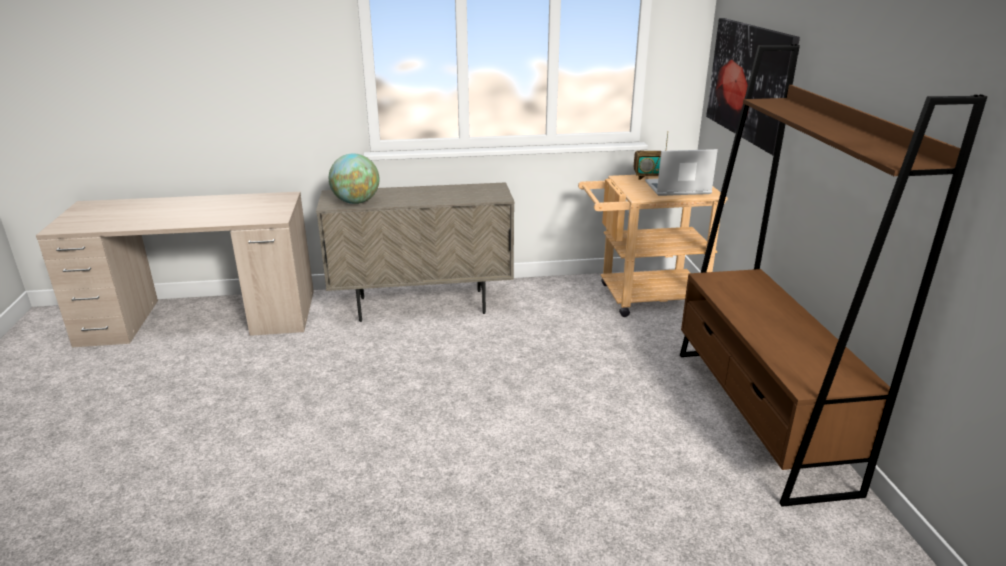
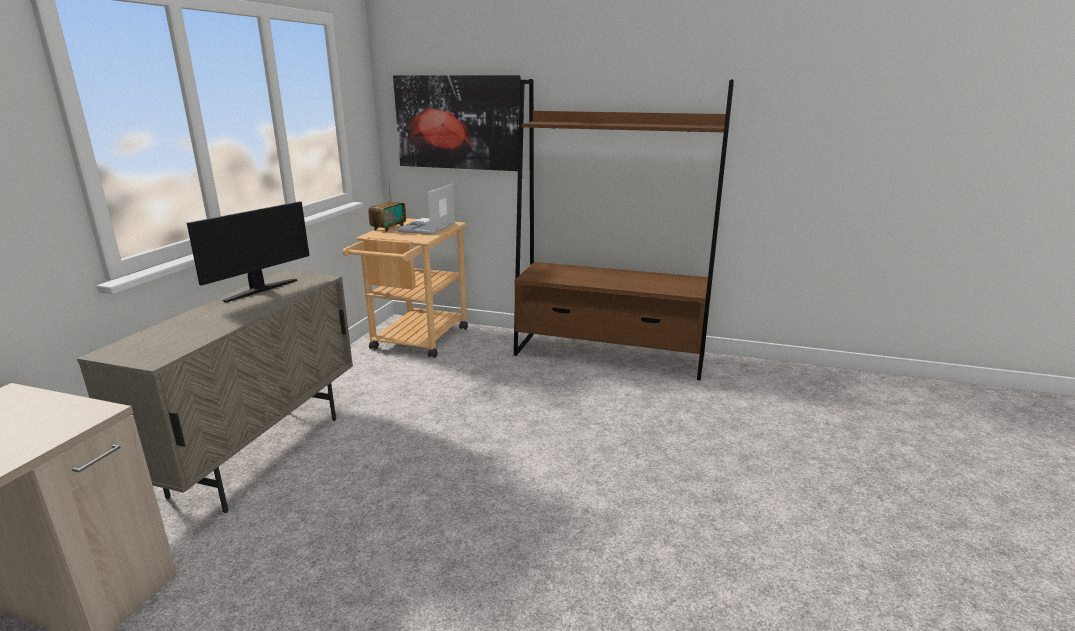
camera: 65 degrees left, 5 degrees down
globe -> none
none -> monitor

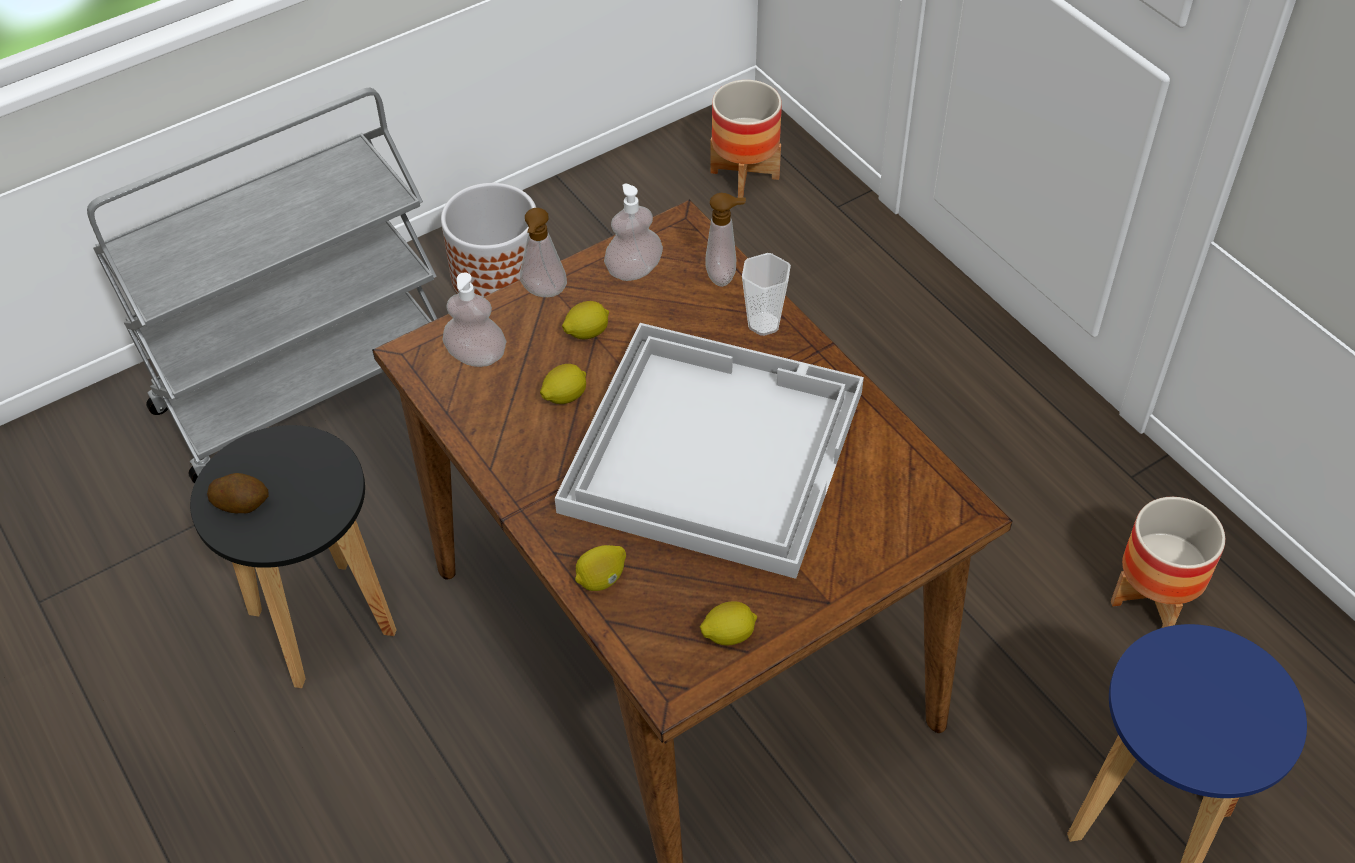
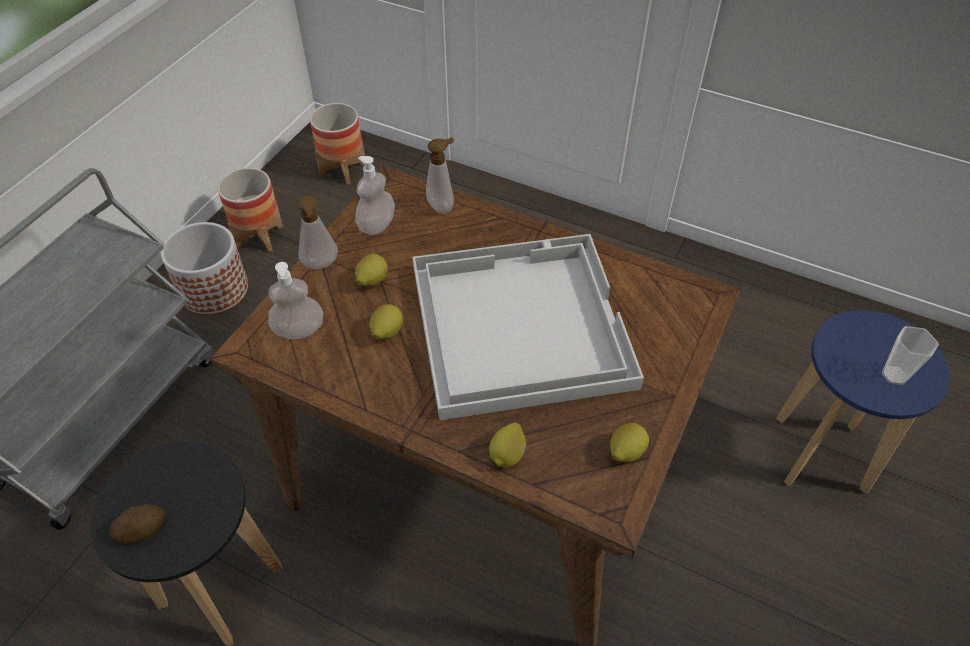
camera: 30 degrees left, 0 degrees up
cup, shifted
planter (no. 3 from left in the first image) -> planter (no. 2 from left), shifted

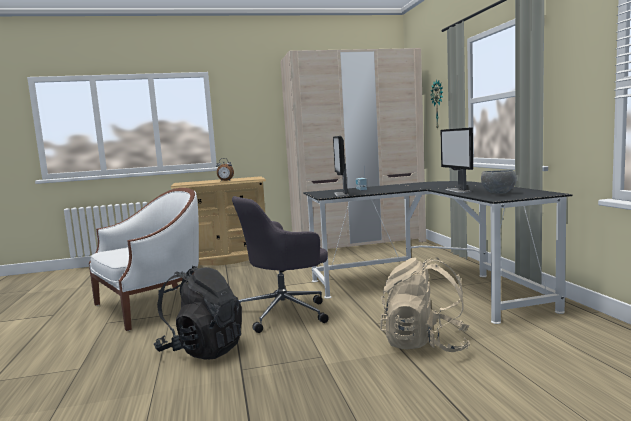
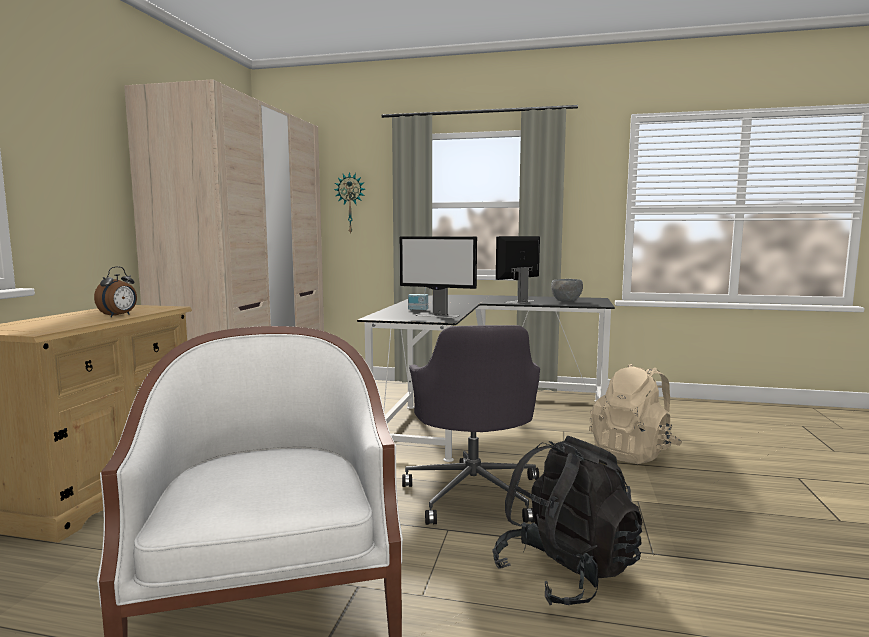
camera: 65 degrees left, 0 degrees up
monitor (no. 2 from left), 120 degrees clockwise

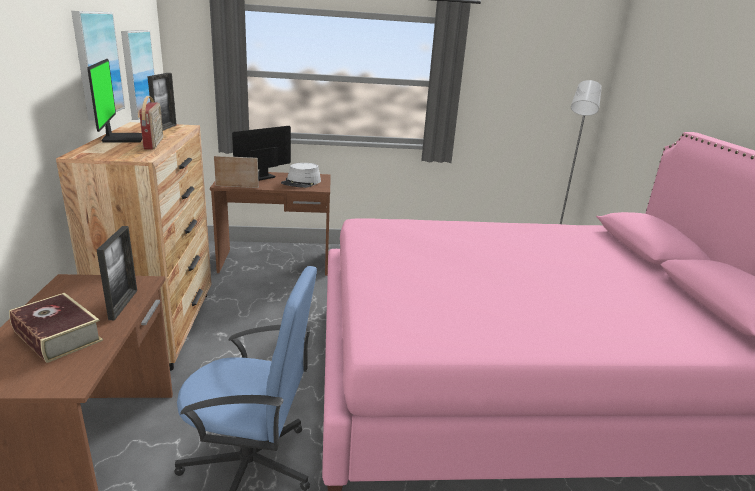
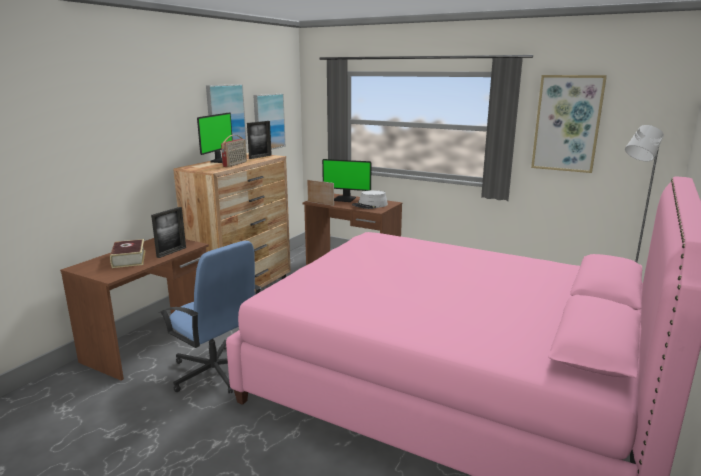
camera: 35 degrees right, 5 degrees down
monitor (no. 2 from left), 150 degrees counterclockwise
none -> picture (no. 3 from left)

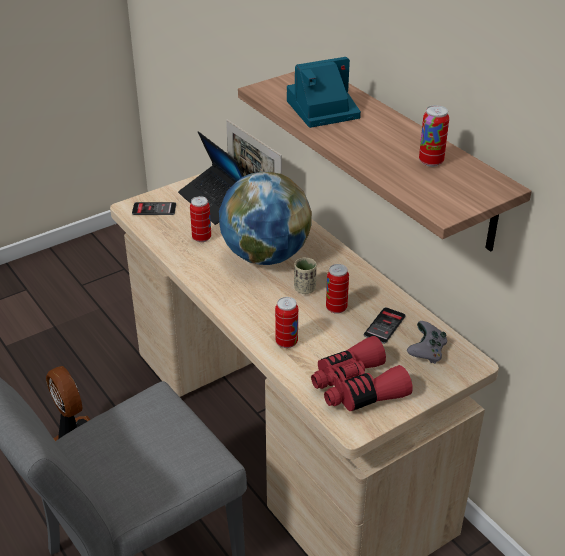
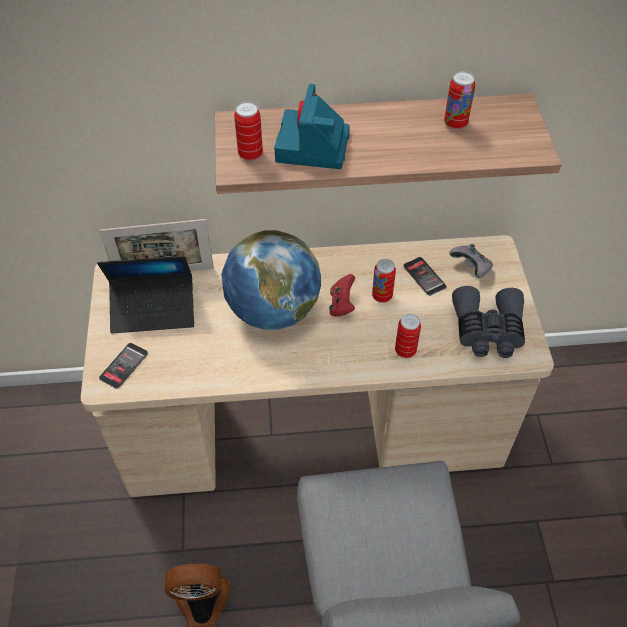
camera: 60 degrees left, 15 degrees up
can (no. 1 from left), shifted
beige cup -> red game controller
red binoculars -> grey binoculars

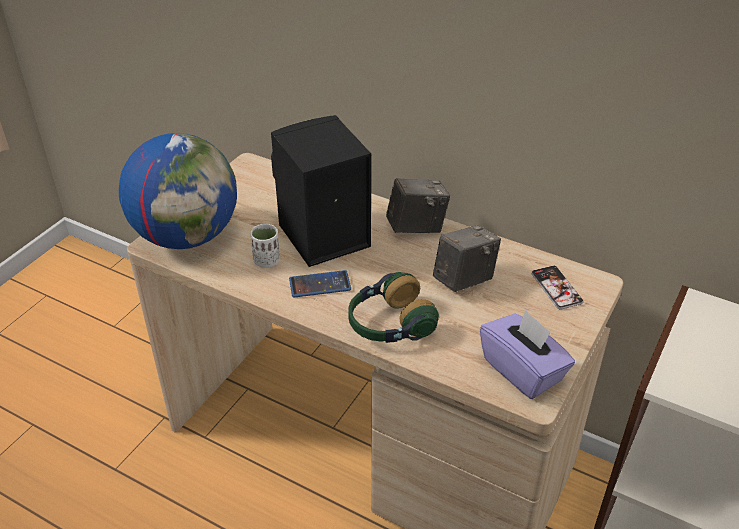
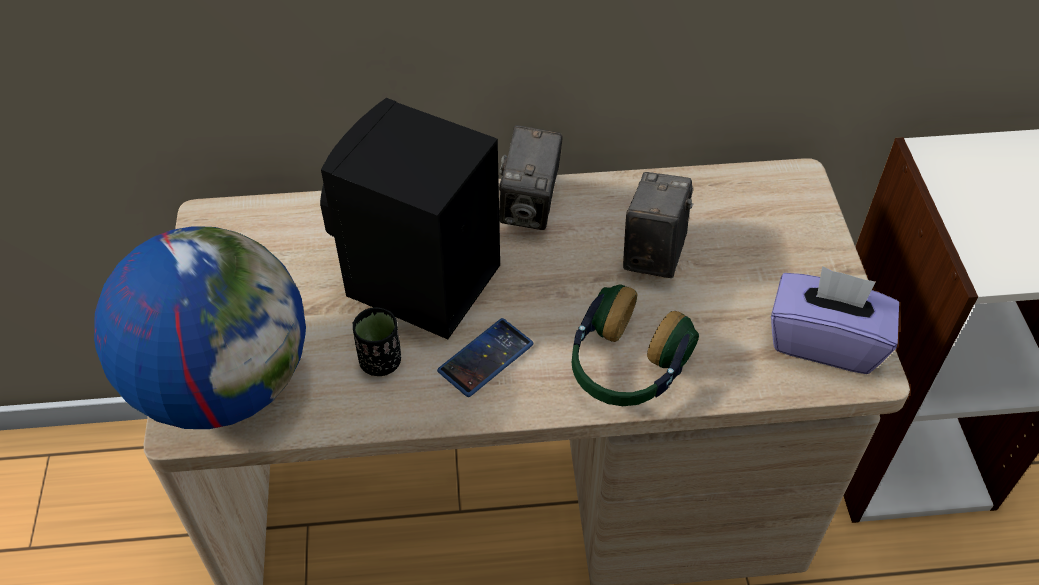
camera: 35 degrees left, 10 degrees up
photo camera (no. 1 from left), 150 degrees clockwise
white cup -> black cup
phone (no. 2 from left) -> none

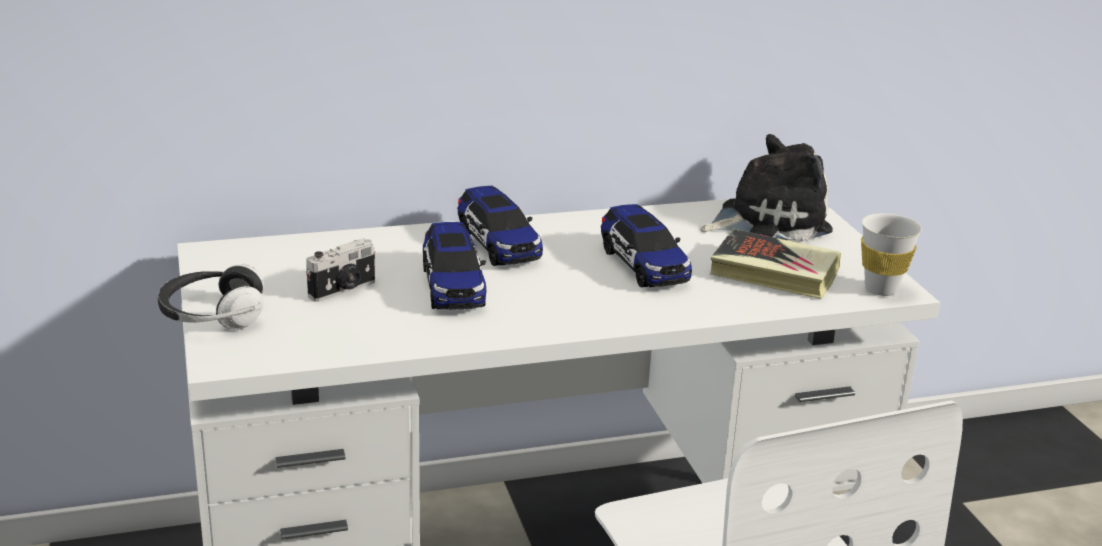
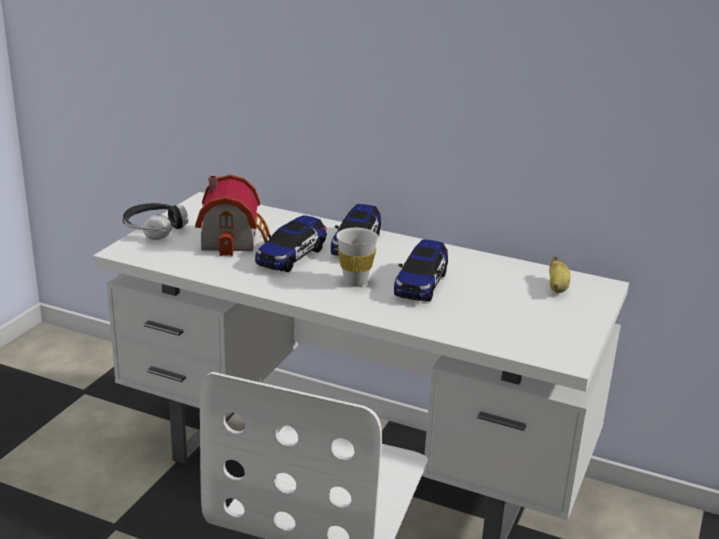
camera: 40 degrees right, 0 degrees up
plush toy -> banana
white cup, shifted
book -> none
photo camera -> toy house

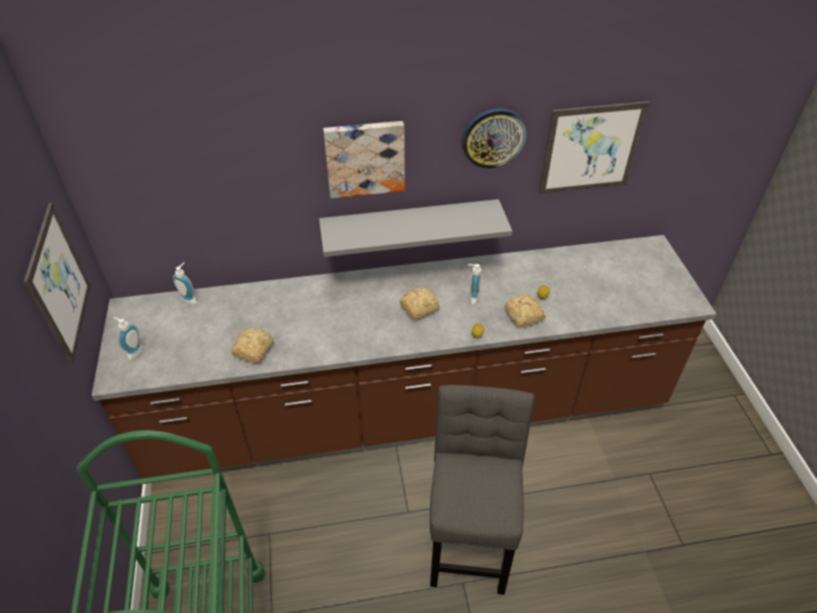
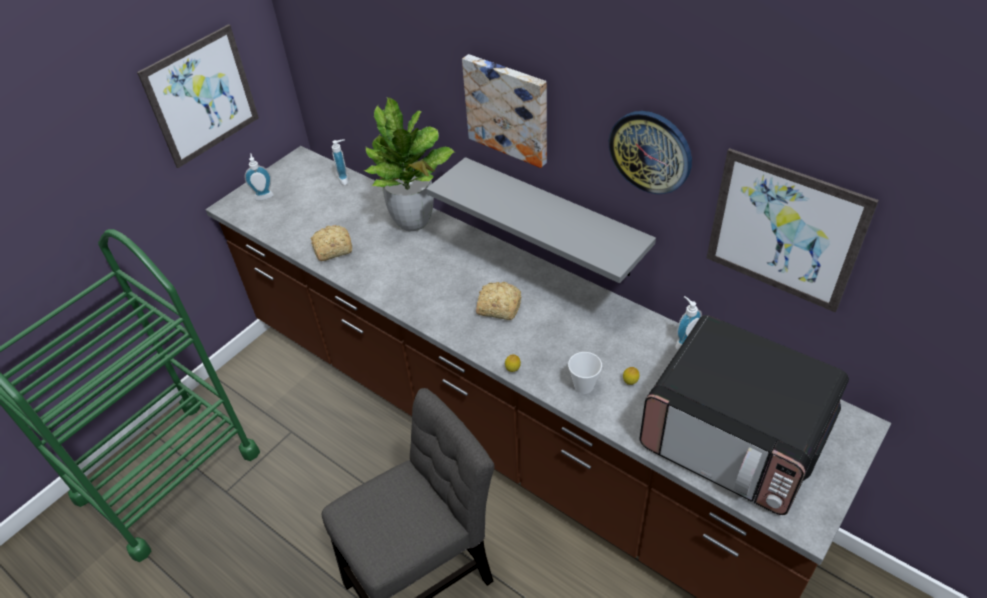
camera: 50 degrees right, 0 degrees up
soap dispenser (no. 3 from left), shifted
bread (no. 3 from left) -> cup
none -> potted plant
none -> microwave

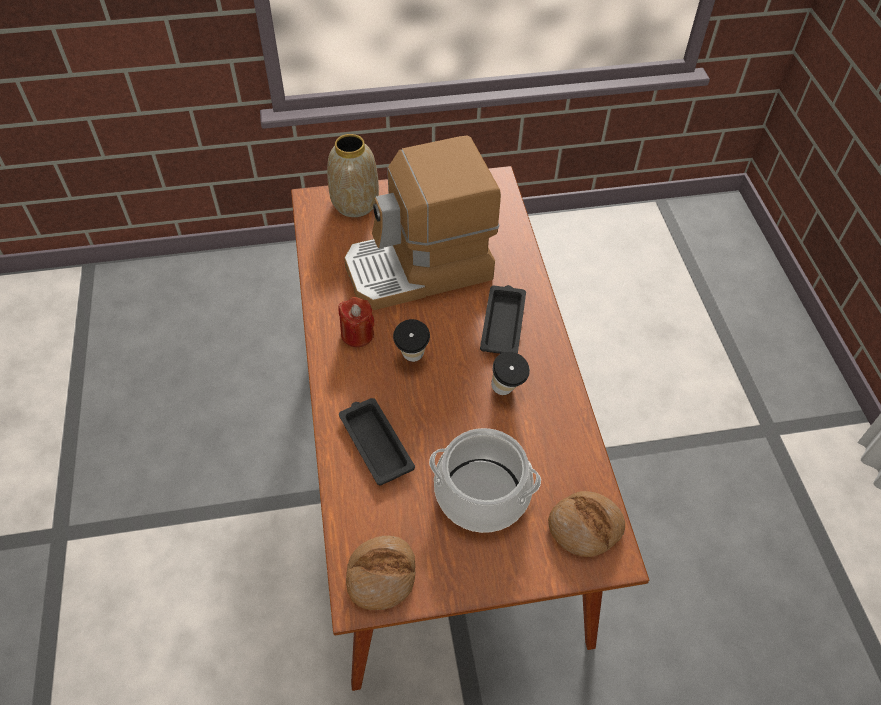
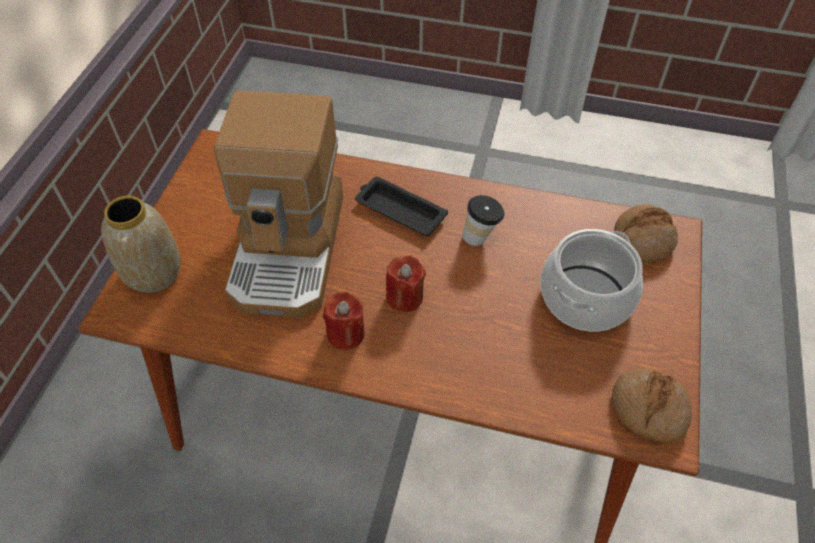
camera: 65 degrees left, 0 degrees up
cup (no. 1 from left) -> red candle (no. 2 from left)
black tray (no. 1 from left) -> none

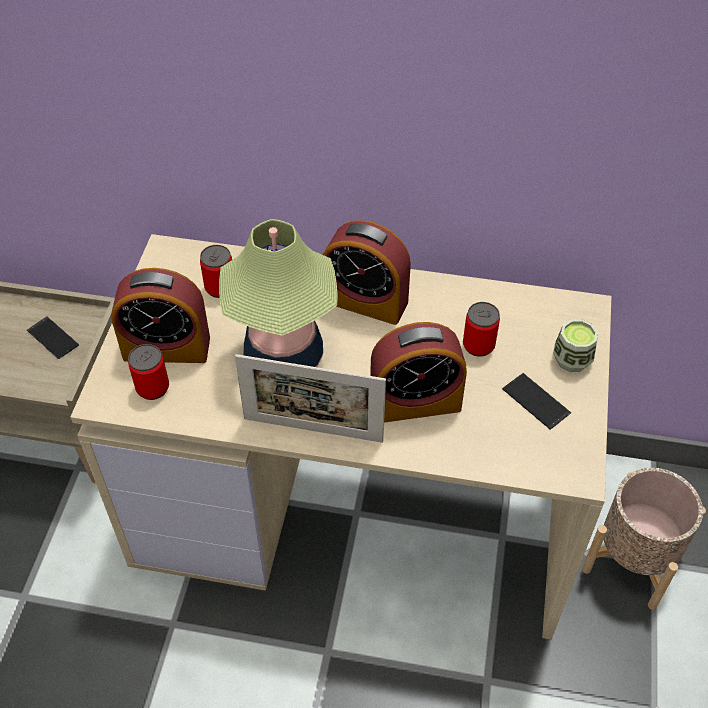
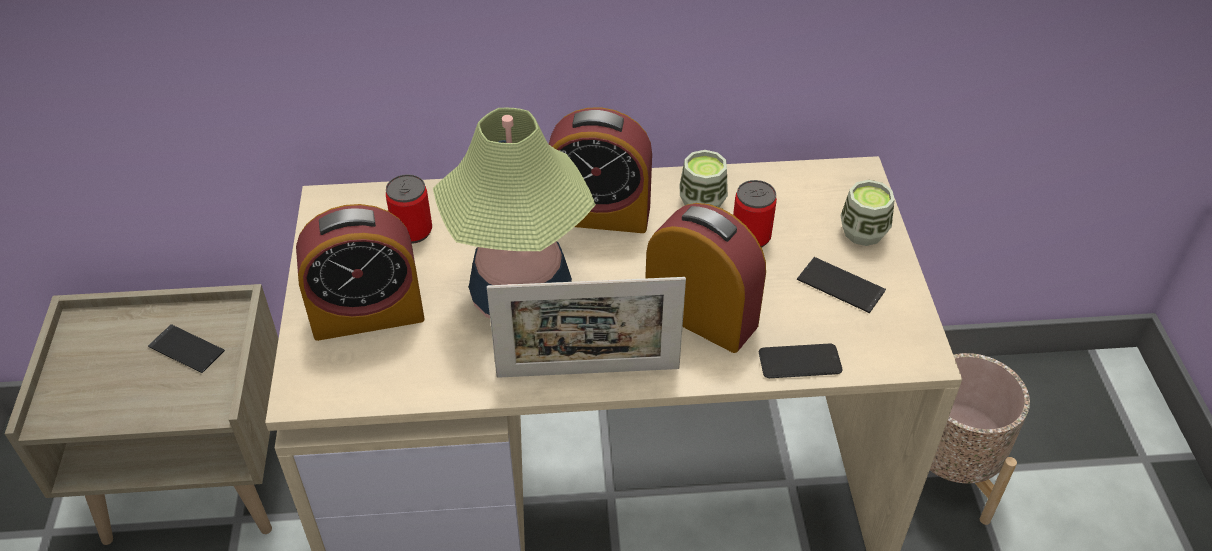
camera: 15 degrees left, 5 degrees down
alarm clock (no. 3 from left), 120 degrees counterclockwise
can (no. 1 from left) -> none
none -> cup (no. 1 from left)
none -> phone (no. 2 from left)

